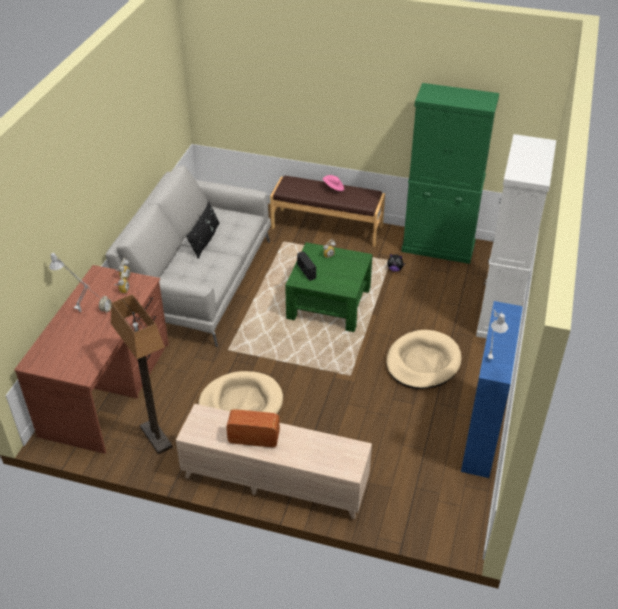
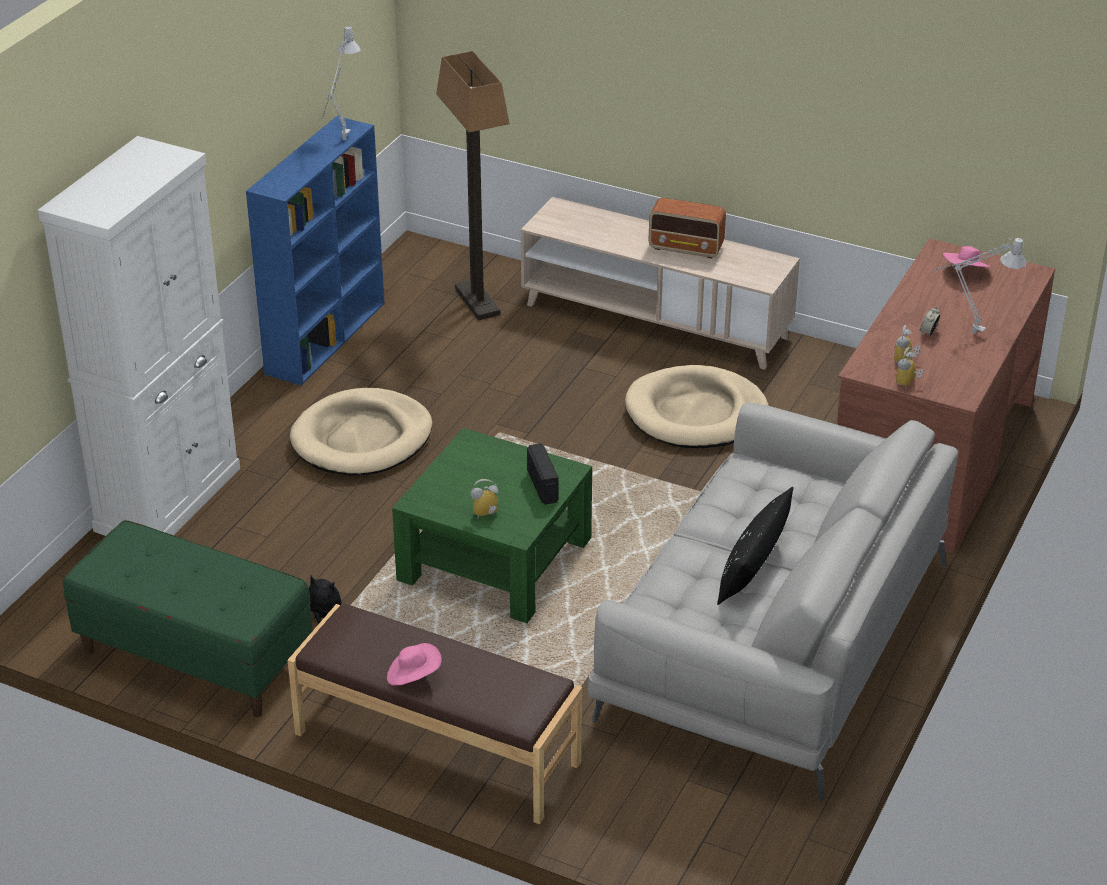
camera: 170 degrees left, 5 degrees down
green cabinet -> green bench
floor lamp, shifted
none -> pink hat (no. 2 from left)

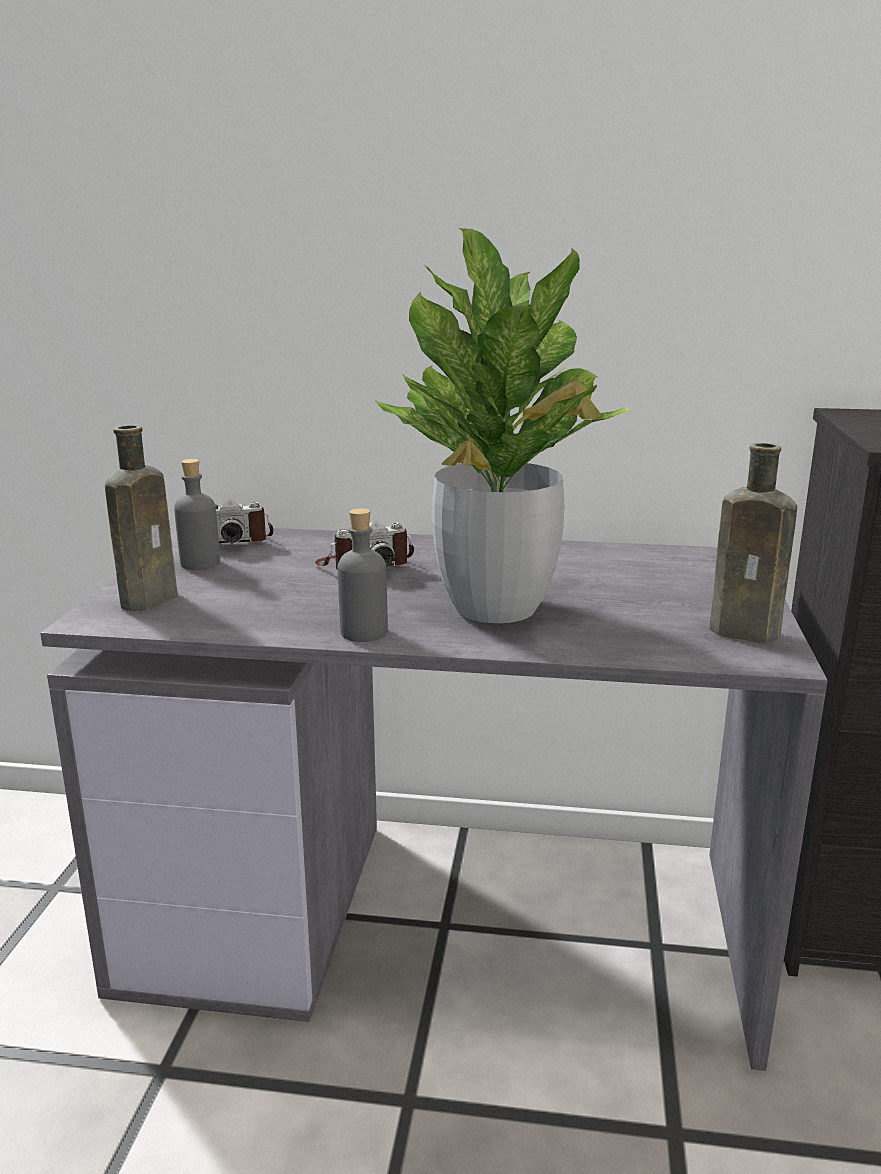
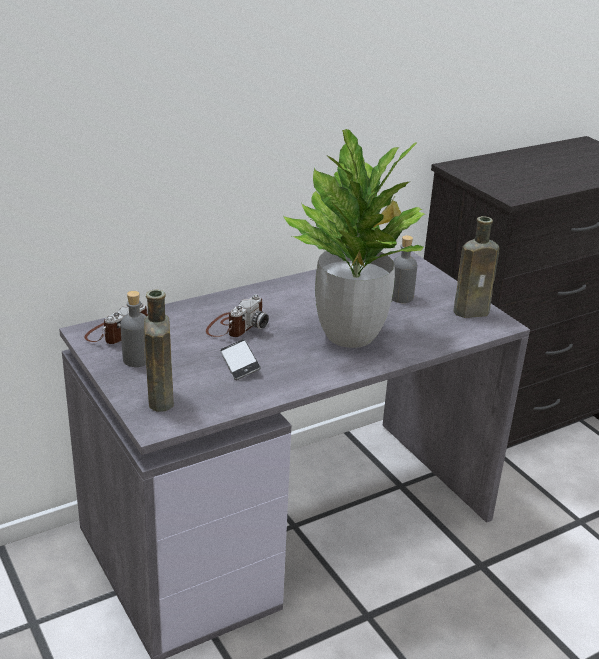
camera: 40 degrees left, 10 degrees up
grey bottle (no. 2 from left), shifted
none -> phone

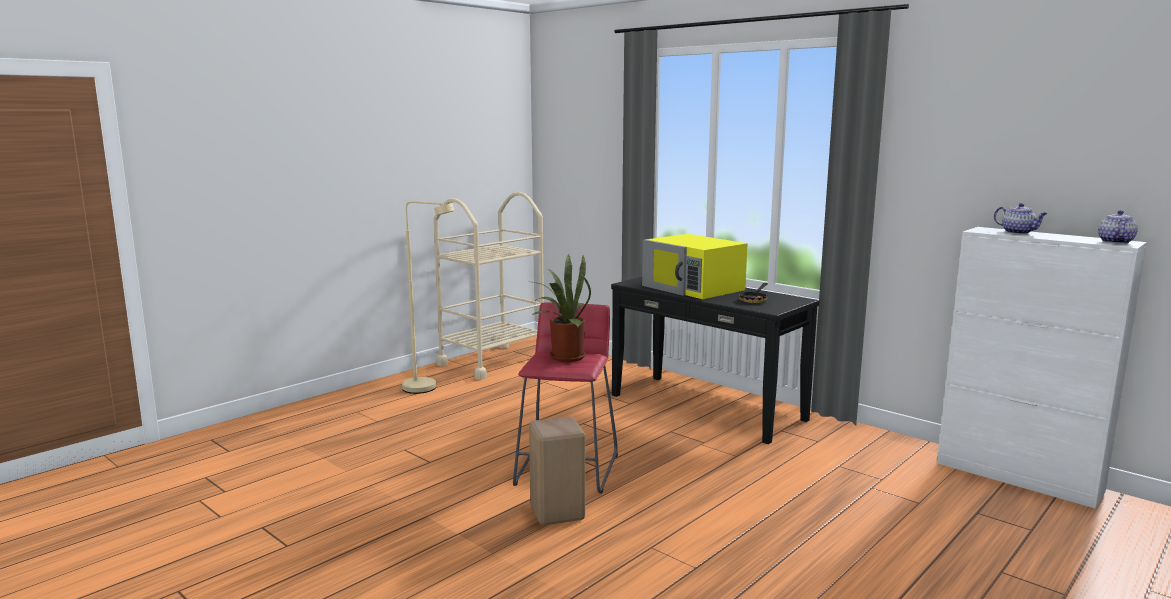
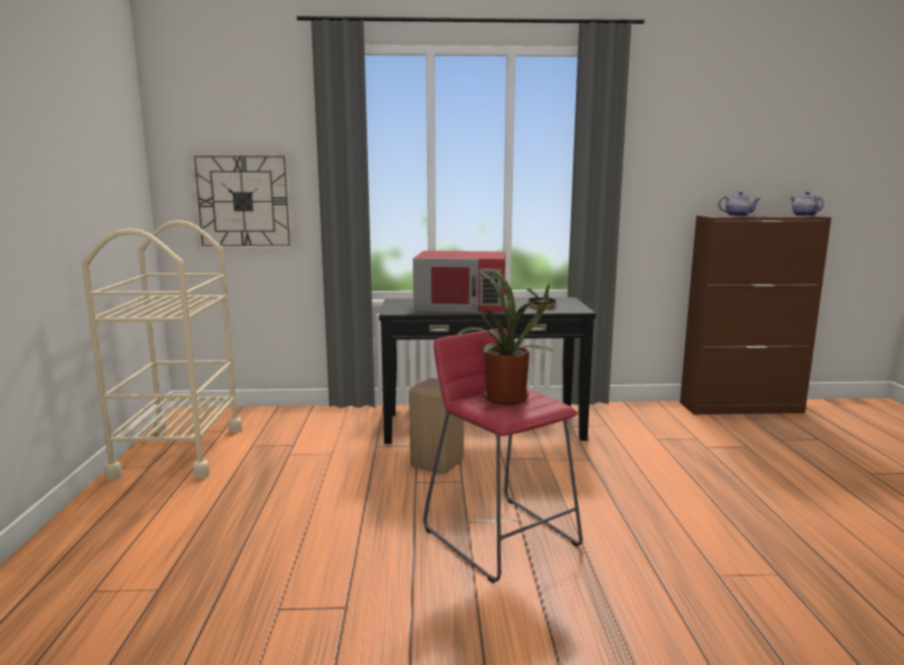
camera: 45 degrees left, 0 degrees up
beige floor lamp -> none
white cabinet -> brown cabinet
yellow microwave -> red microwave
beige stool, shifted
none -> wall clock

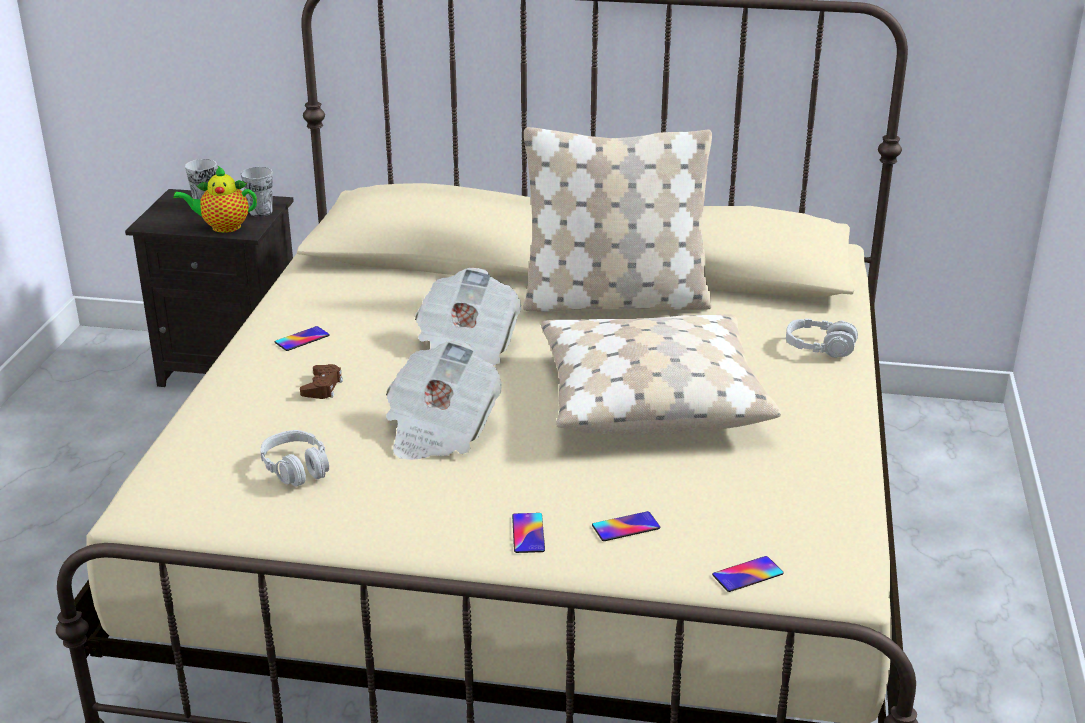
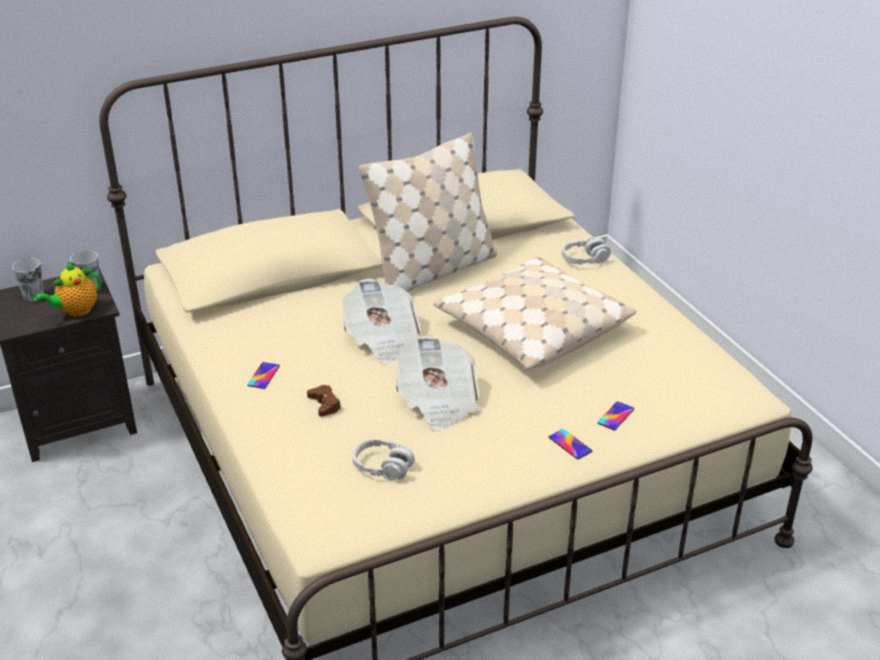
camera: 35 degrees left, 5 degrees up
phone (no. 4 from left) -> none

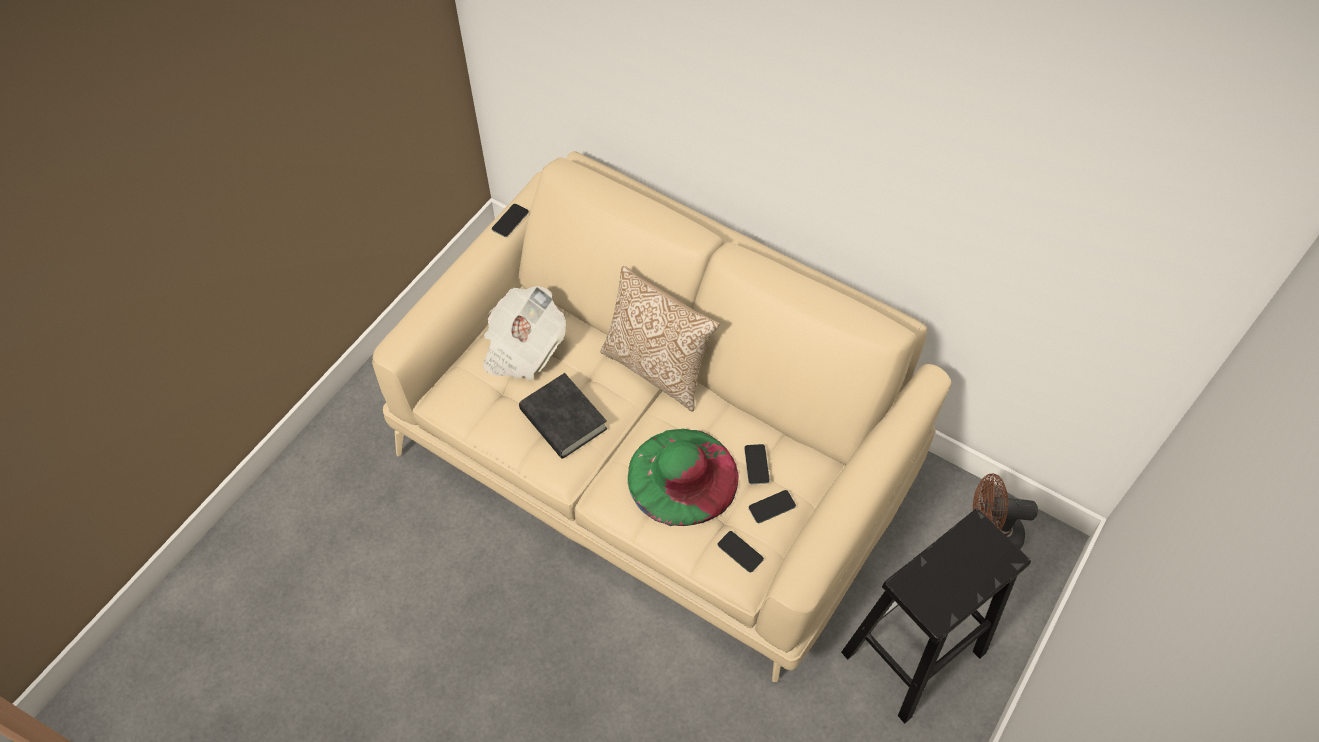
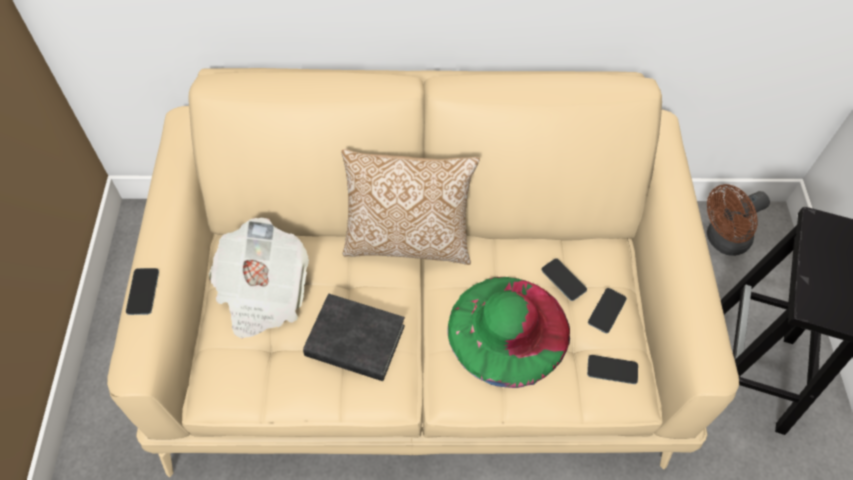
camera: 35 degrees left, 0 degrees up
phone (no. 1 from left), shifted

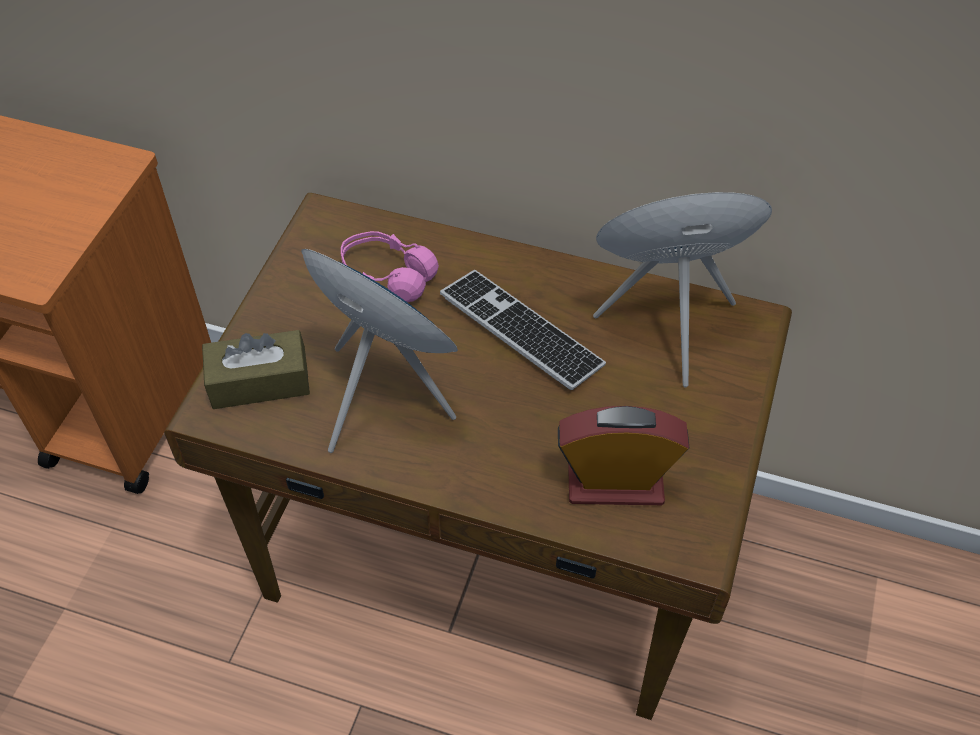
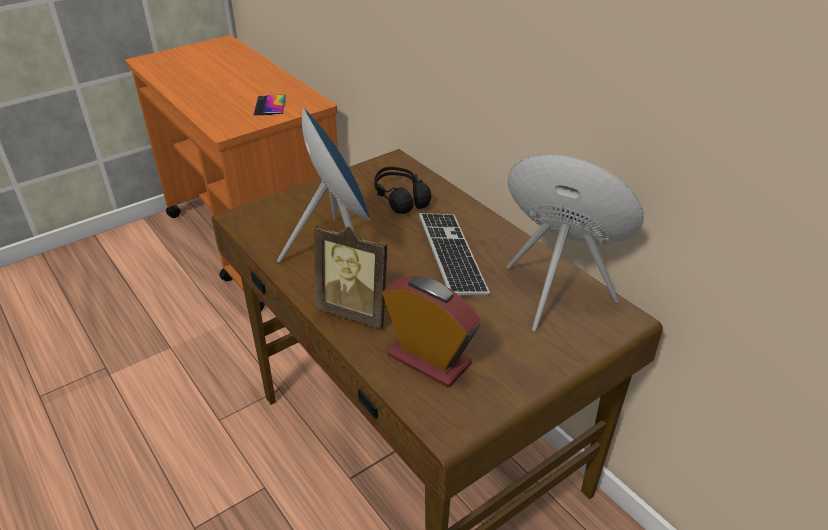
camera: 35 degrees right, 15 degrees down
pink headphones -> black headphones
brown tissue box -> none
none -> phone
none -> picture frame

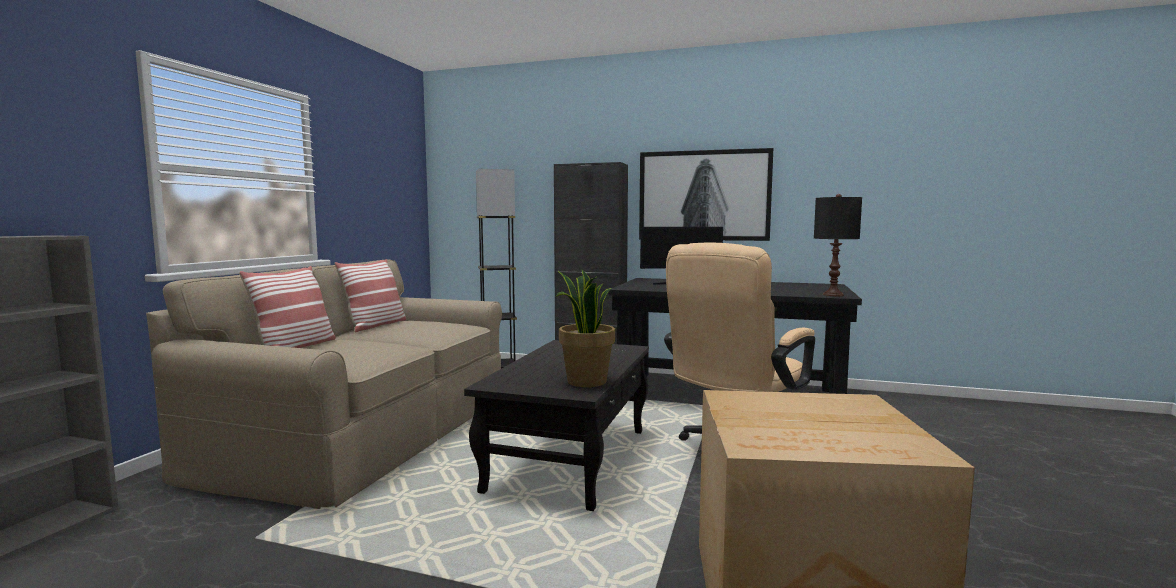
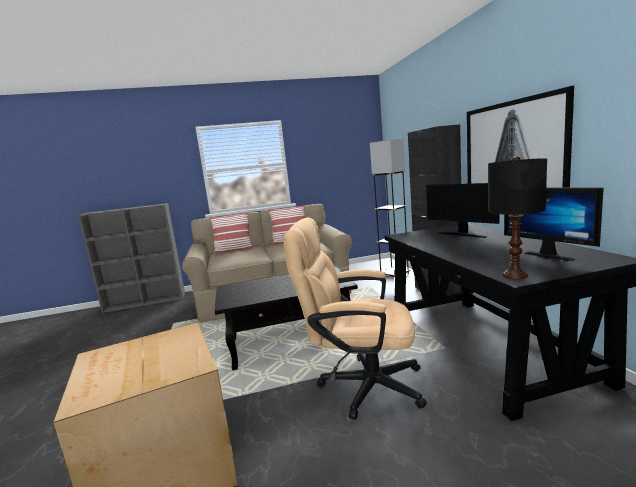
camera: 60 degrees right, 5 degrees up
potted plant -> none
none -> monitor (no. 2 from left)

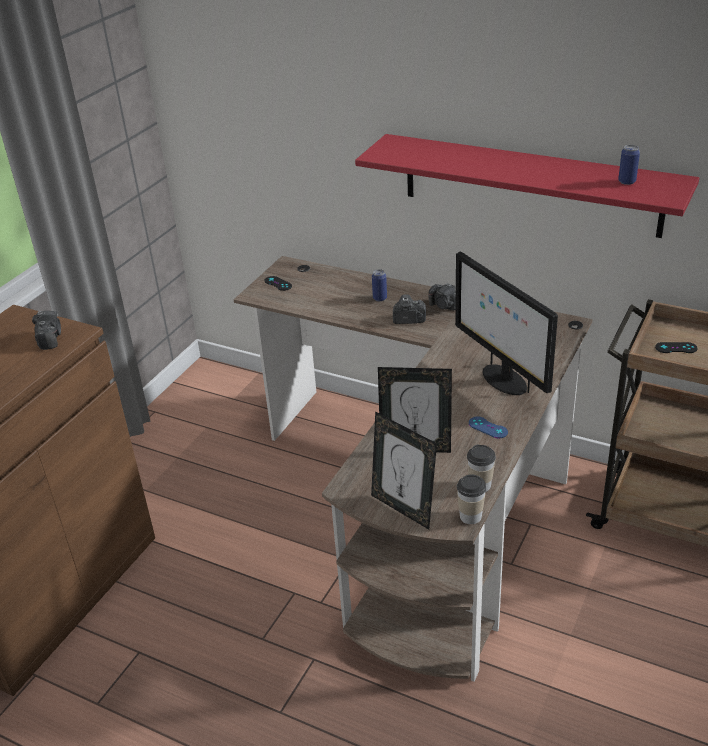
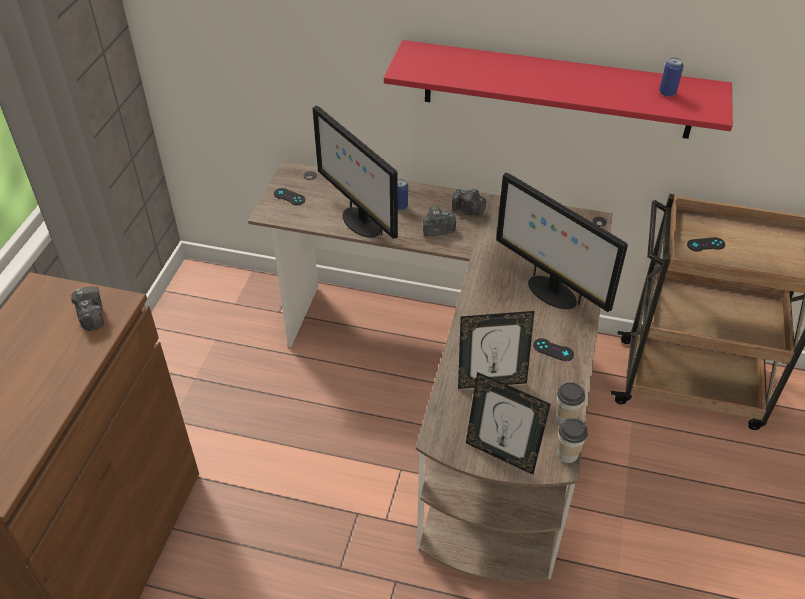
camera: 15 degrees left, 10 degrees up
blue game controller -> black game controller (no. 2 from left)
none -> monitor (no. 1 from left)

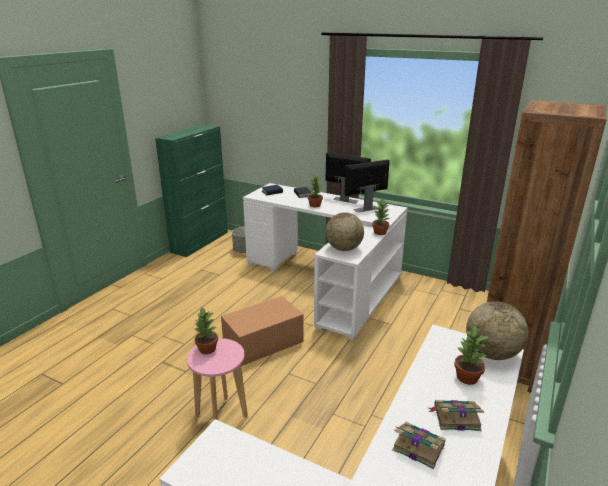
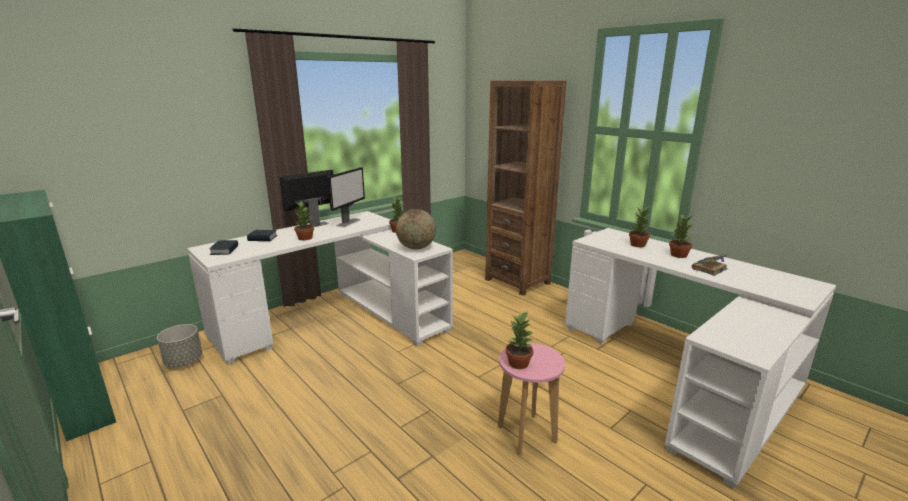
camera: 70 degrees left, 5 degrees down
monitor (no. 2 from left), 150 degrees counterclockwise
cardboard box -> none
globe (no. 2 from left) -> none
book (no. 4 from left) -> potted plant (no. 5 from left)

